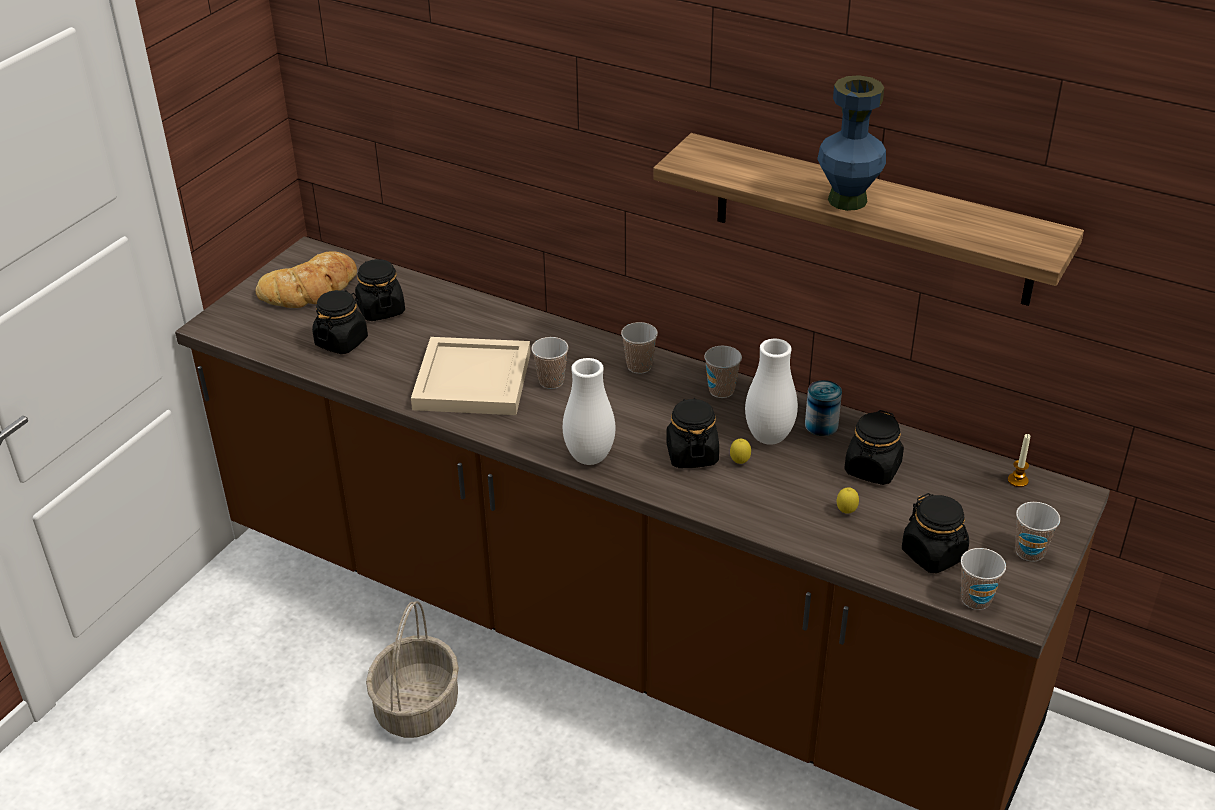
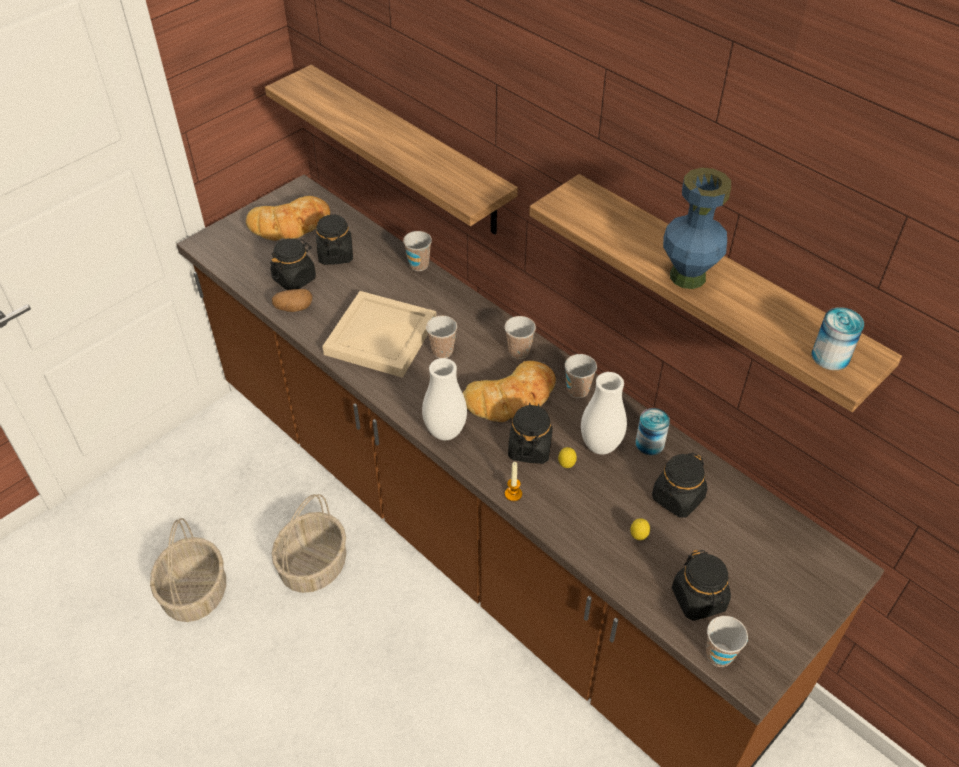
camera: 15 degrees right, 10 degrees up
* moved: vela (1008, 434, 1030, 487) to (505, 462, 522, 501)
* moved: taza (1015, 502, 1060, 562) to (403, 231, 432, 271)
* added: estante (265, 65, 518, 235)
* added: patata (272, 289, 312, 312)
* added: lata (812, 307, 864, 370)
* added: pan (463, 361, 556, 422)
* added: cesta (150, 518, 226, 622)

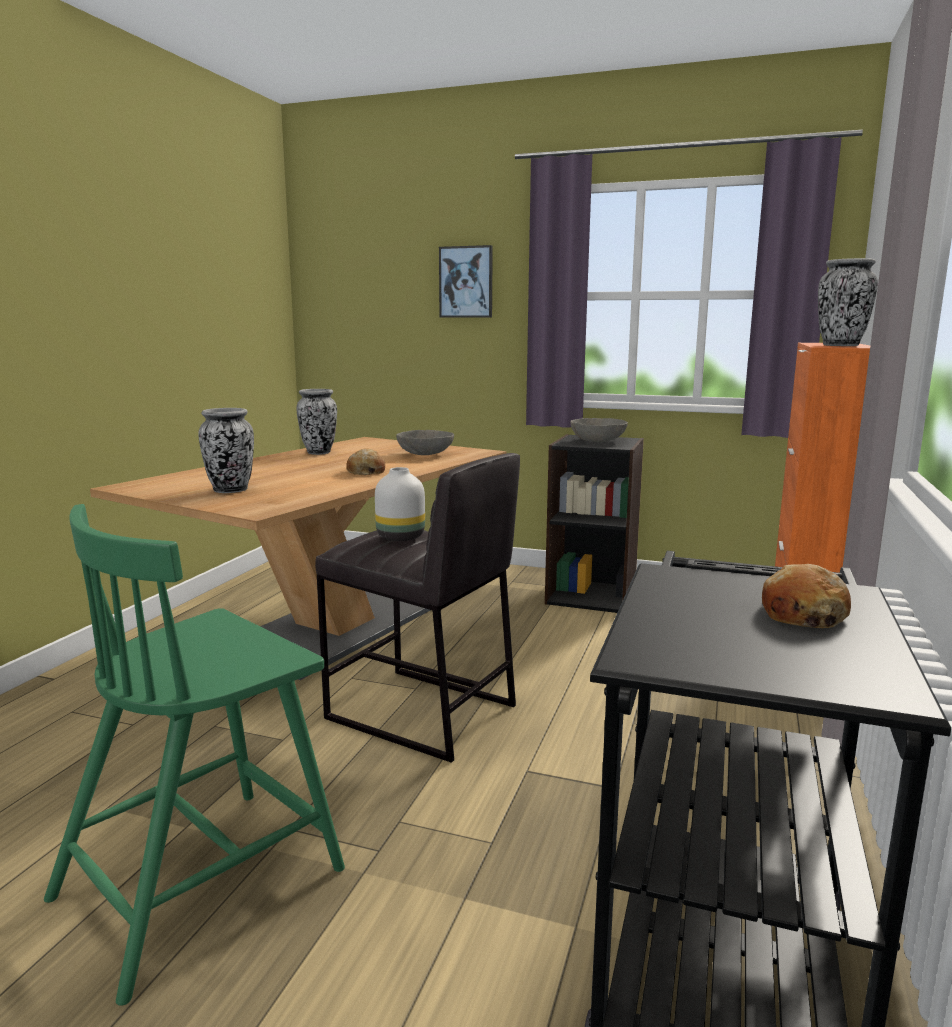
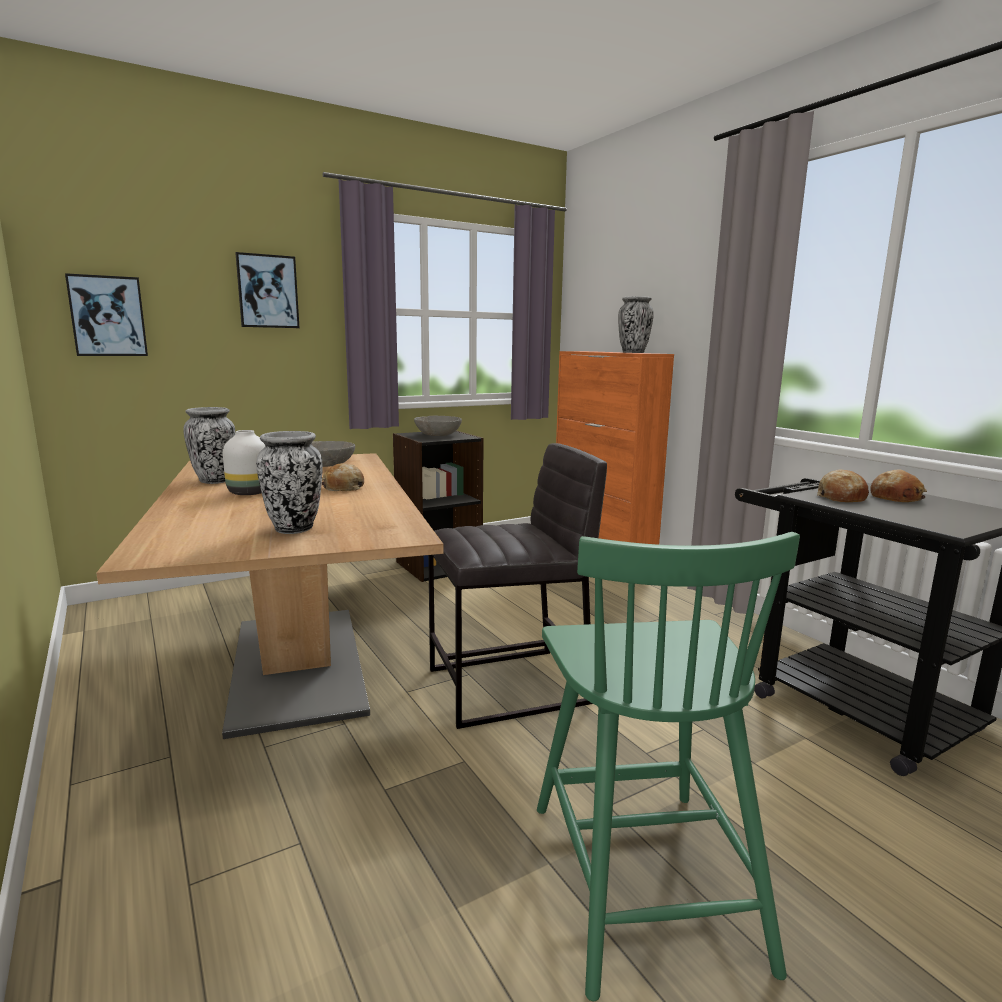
camera: 50 degrees left, 0 degrees up
* moved: florero (blanco) (375, 467, 425, 541) to (223, 430, 265, 495)
* added: cuadro (65, 273, 148, 356)
* added: pan (817, 470, 869, 502)

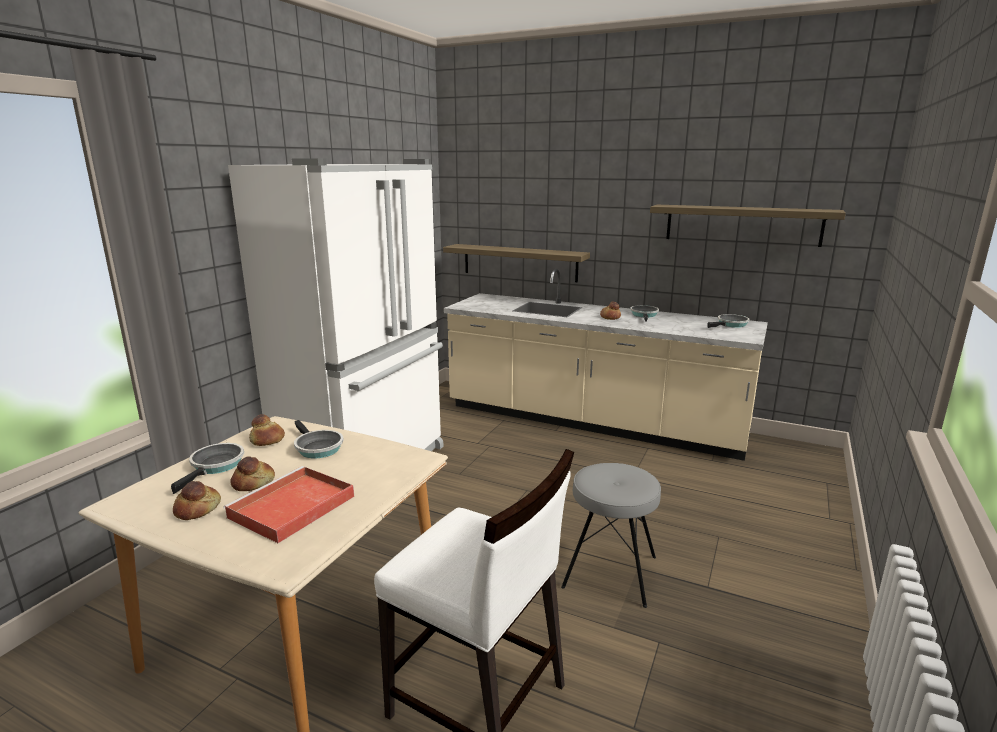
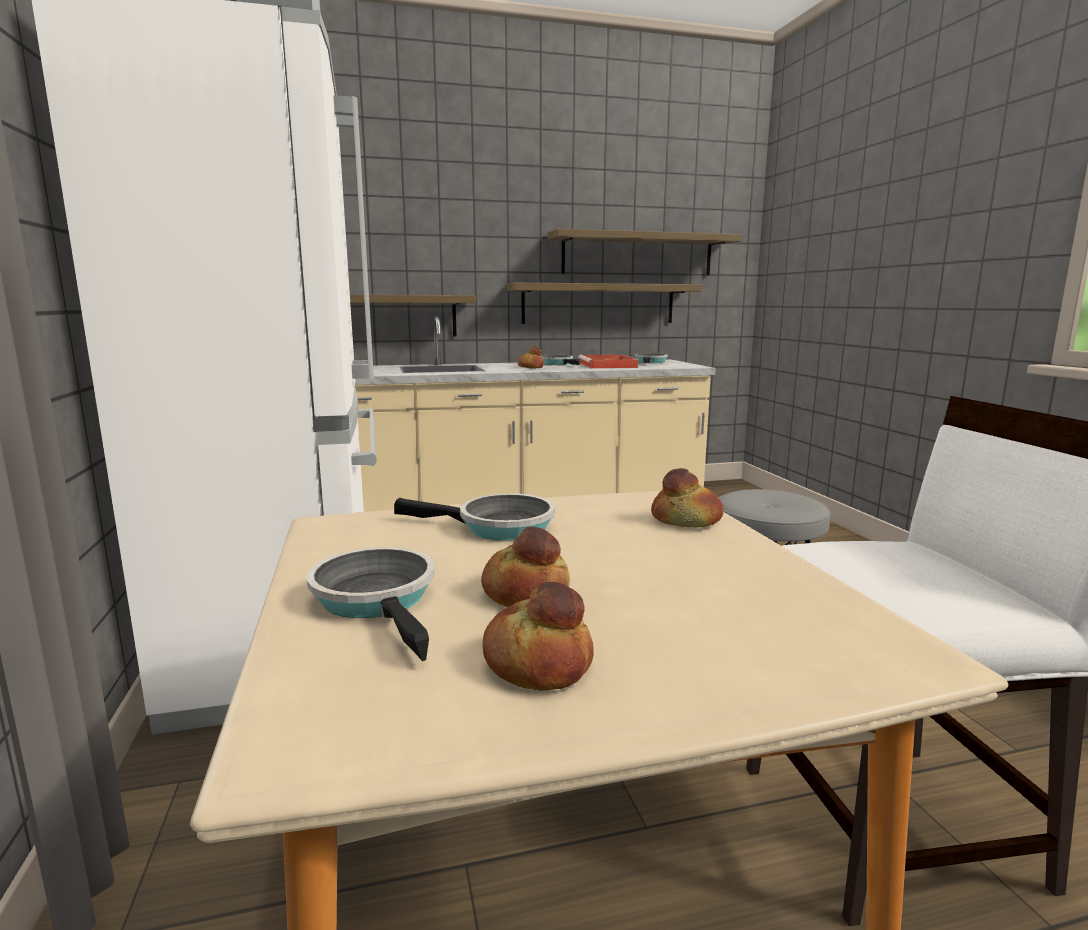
camera: 40 degrees left, 5 degrees down
* moved: pan (249, 414, 285, 446) to (651, 468, 724, 527)
* moved: bandeja (rojo) (223, 466, 354, 543) to (578, 355, 638, 368)
* added: estante (507, 283, 702, 324)

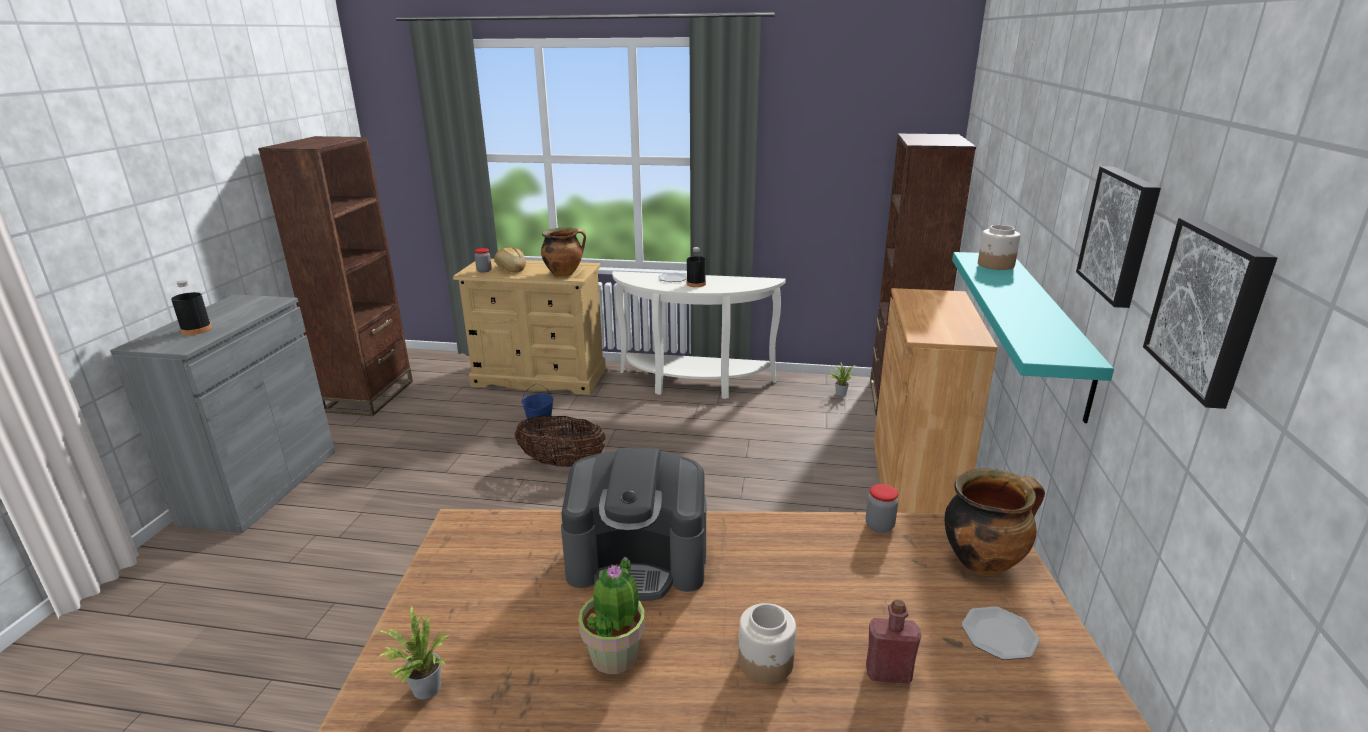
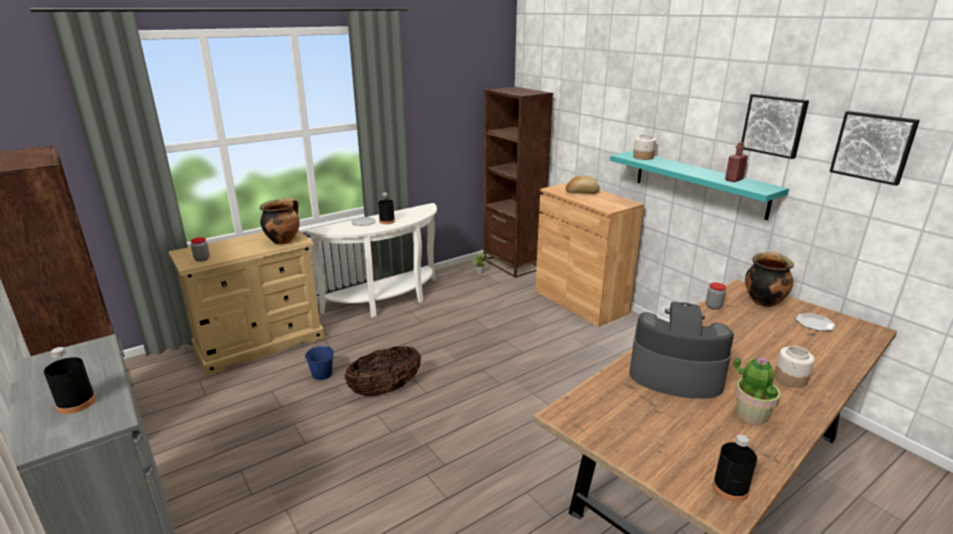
camera: 45 degrees left, 0 degrees up
* moved: pan (494, 248, 526, 273) to (566, 176, 600, 194)
* turned: cafetera (561, 448, 706, 601) = (629, 302, 734, 399) 120 degrees counterclockwise
* moved: botella (rojo) (866, 600, 922, 684) to (725, 142, 748, 182)
* replaced: planta en maceta (376, 605, 448, 699) to botella (negro) (713, 435, 757, 502)

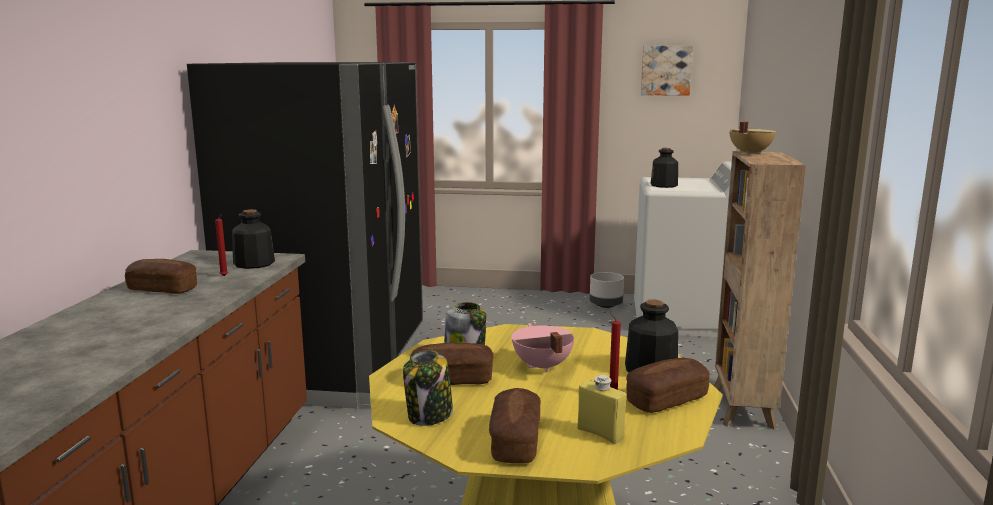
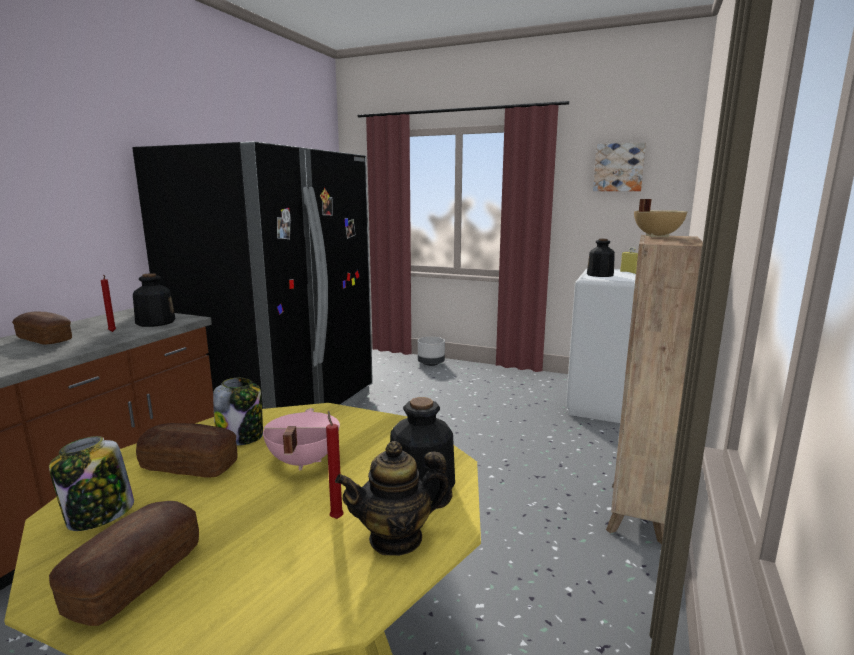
camera: 15 degrees right, 0 degrees up
* moved: maceta (gris) (590, 272, 624, 308) to (418, 337, 445, 366)
* replaced: pan (626, 358, 710, 413) to tetera (335, 441, 452, 556)
* moved: botella (amarillo) (578, 375, 626, 444) to (620, 247, 638, 274)

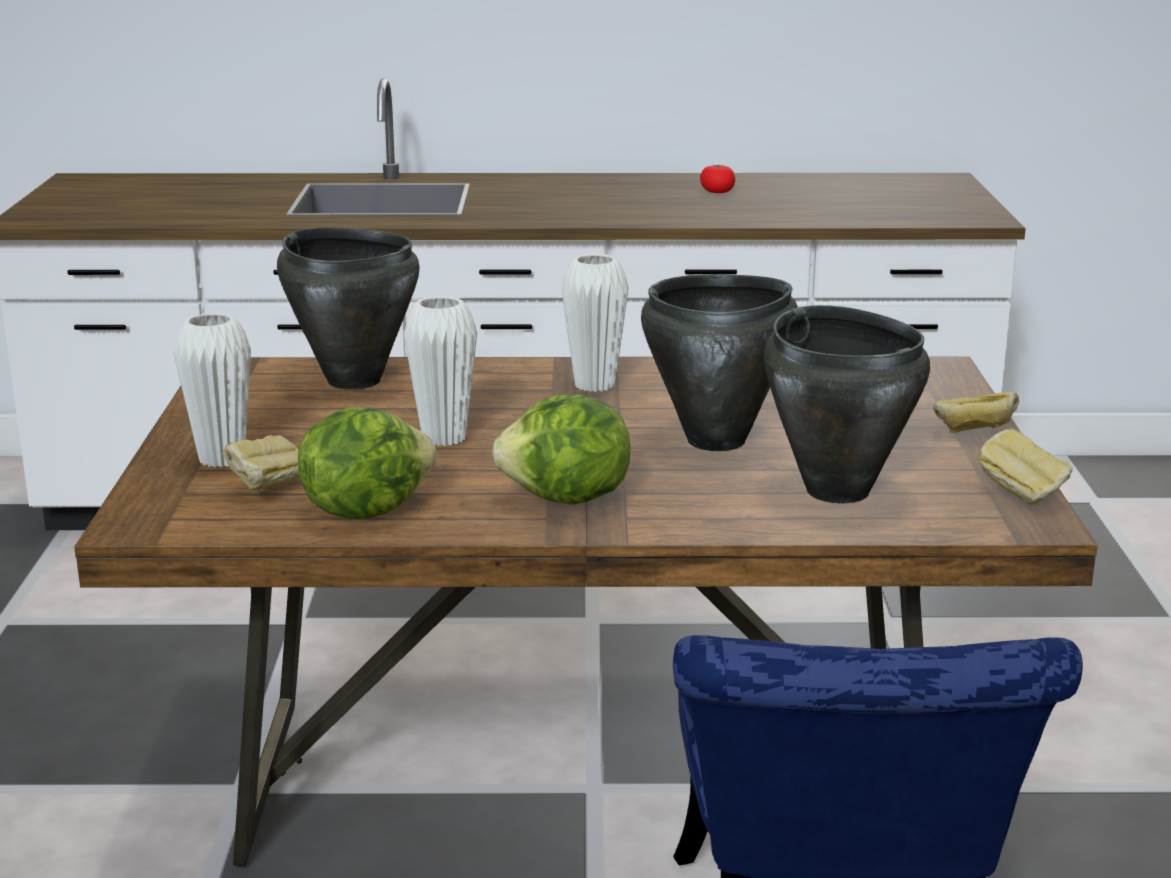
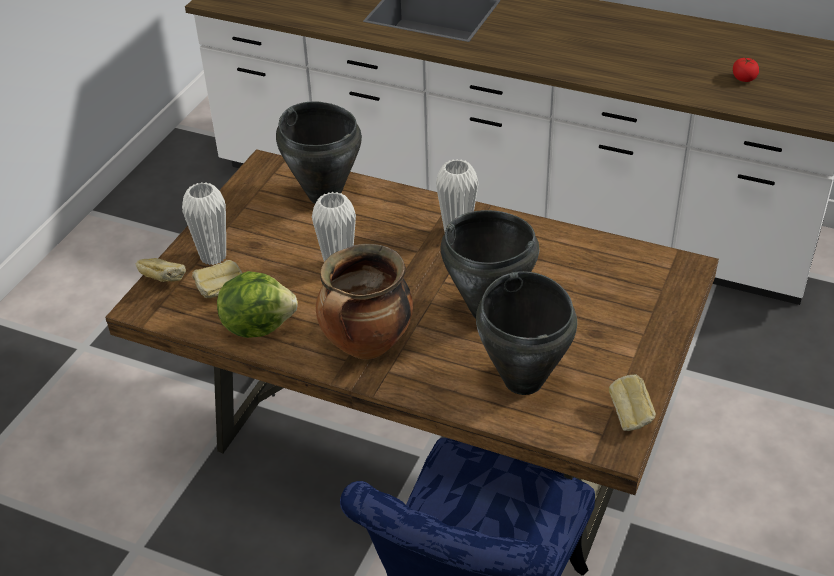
camera: 25 degrees right, 20 degrees up
* moved: tomate (700, 165, 735, 193) to (733, 58, 759, 82)
* moved: pan (933, 391, 1019, 433) to (136, 258, 186, 282)
* replaced: lechuga (492, 394, 631, 505) to olla (316, 244, 413, 360)

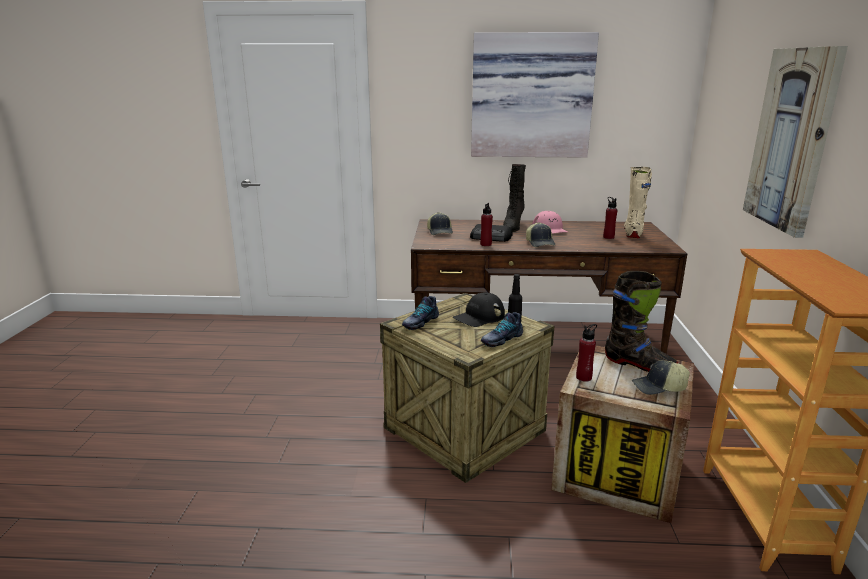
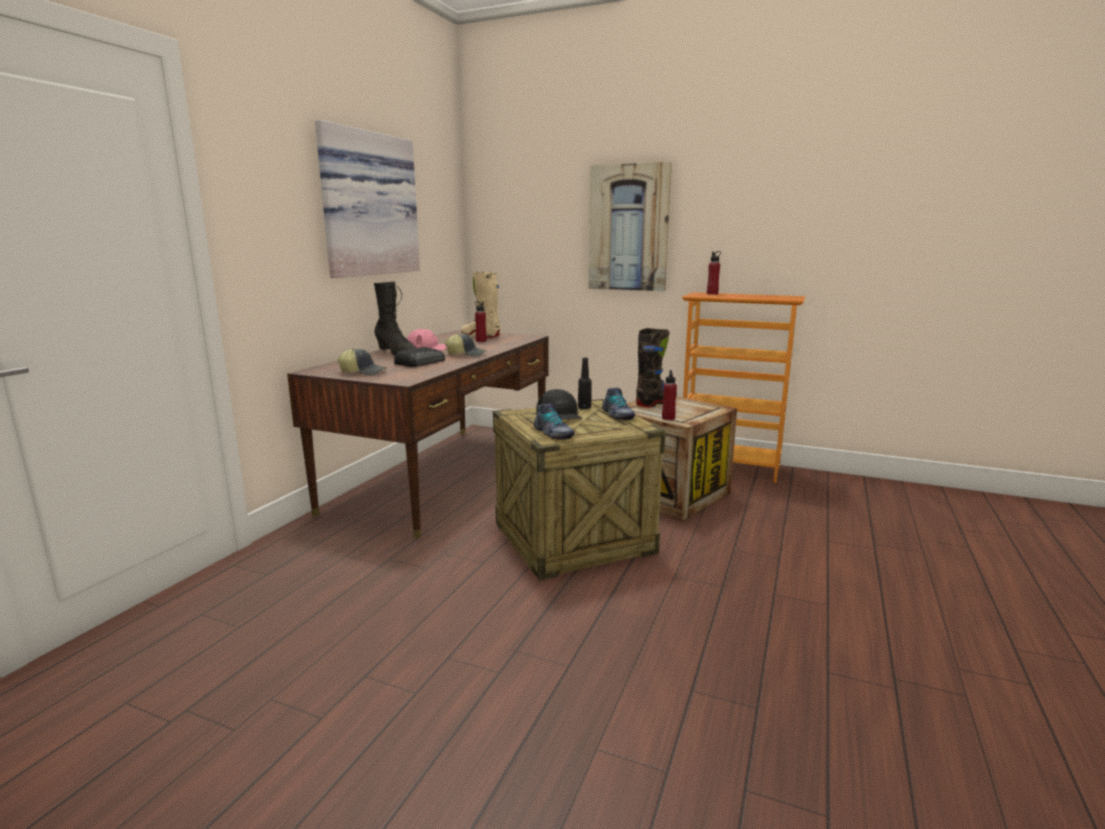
camera: 70 degrees left, 5 degrees down
* moved: botella (rojo) (480, 203, 493, 246) to (707, 251, 721, 295)
* removed: gorra (631, 360, 690, 395)

